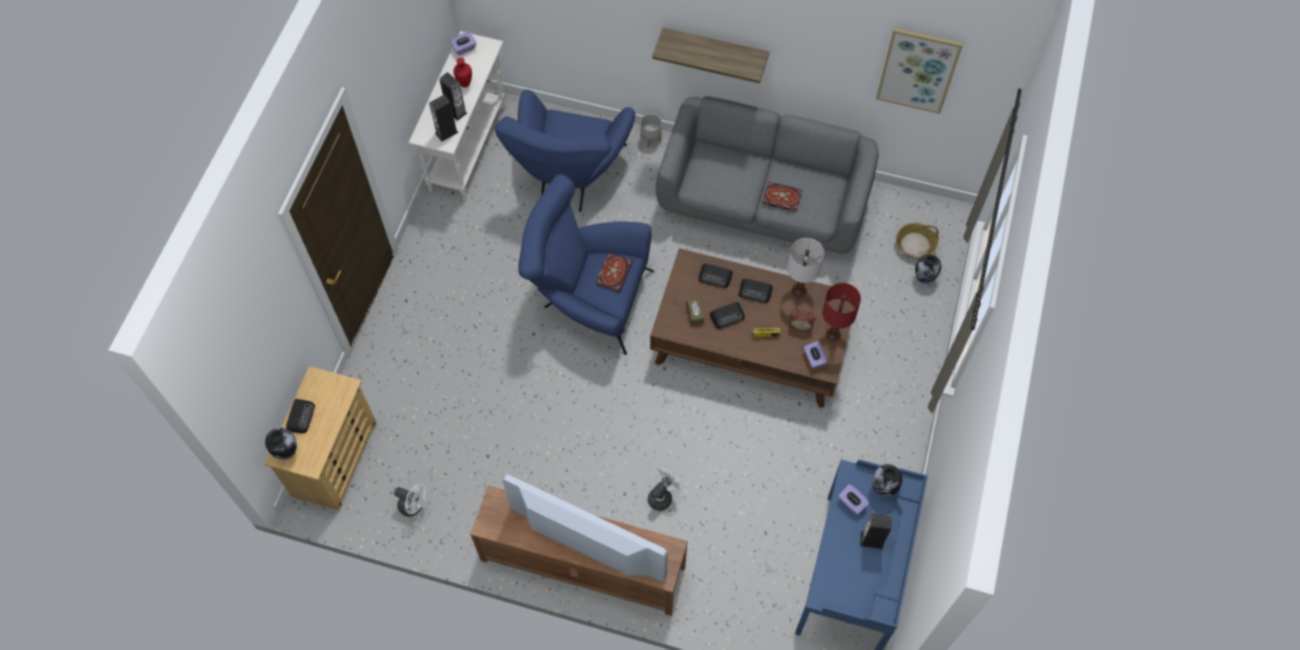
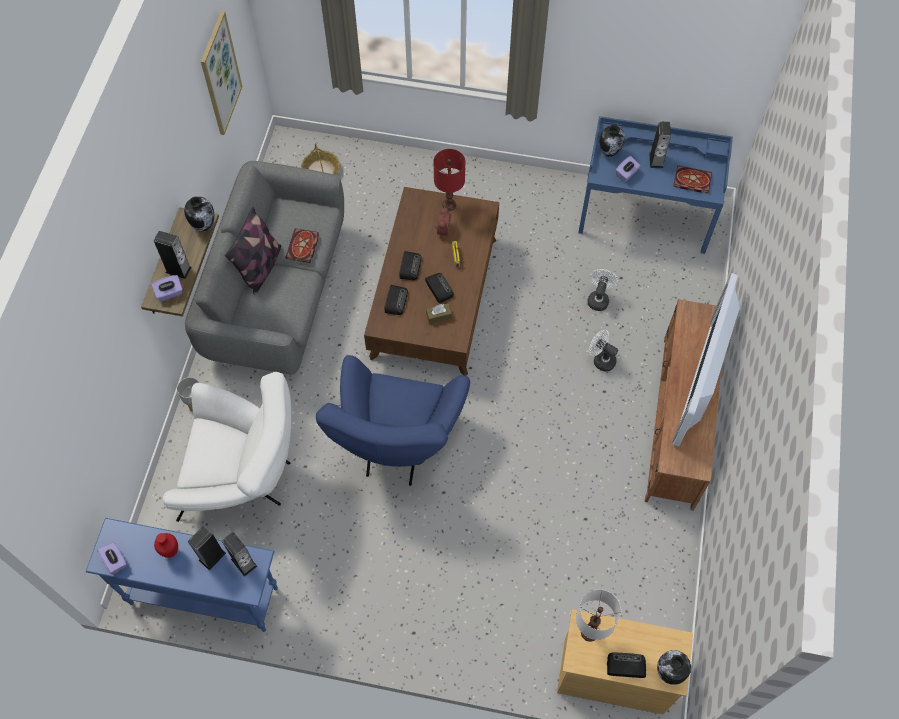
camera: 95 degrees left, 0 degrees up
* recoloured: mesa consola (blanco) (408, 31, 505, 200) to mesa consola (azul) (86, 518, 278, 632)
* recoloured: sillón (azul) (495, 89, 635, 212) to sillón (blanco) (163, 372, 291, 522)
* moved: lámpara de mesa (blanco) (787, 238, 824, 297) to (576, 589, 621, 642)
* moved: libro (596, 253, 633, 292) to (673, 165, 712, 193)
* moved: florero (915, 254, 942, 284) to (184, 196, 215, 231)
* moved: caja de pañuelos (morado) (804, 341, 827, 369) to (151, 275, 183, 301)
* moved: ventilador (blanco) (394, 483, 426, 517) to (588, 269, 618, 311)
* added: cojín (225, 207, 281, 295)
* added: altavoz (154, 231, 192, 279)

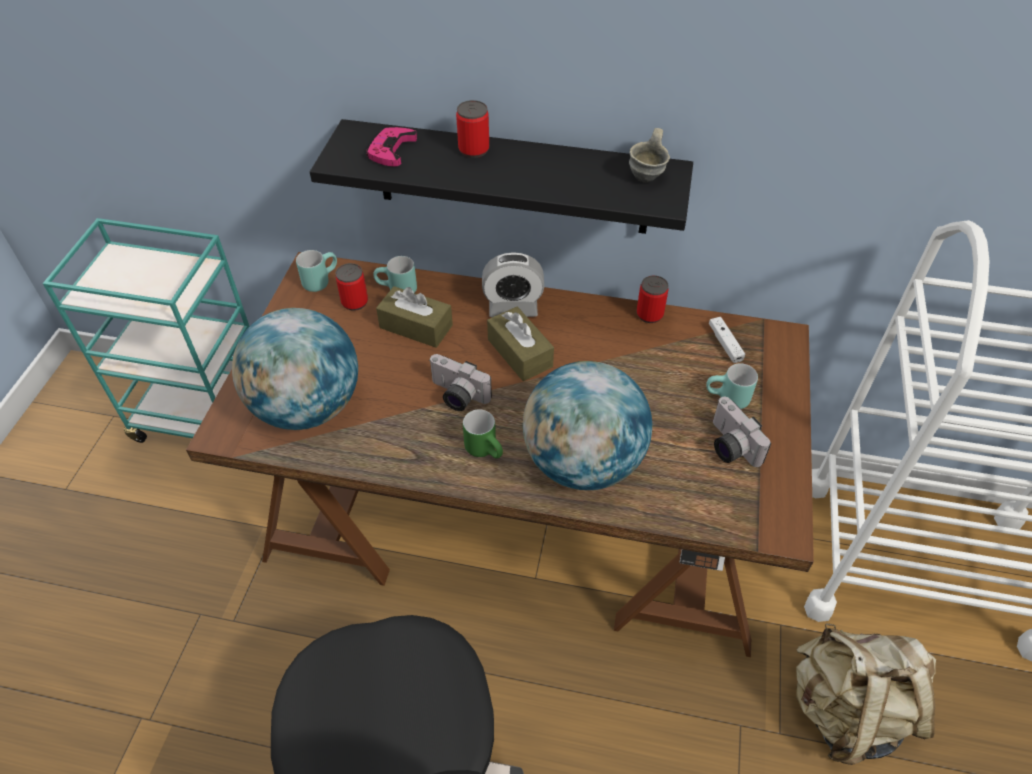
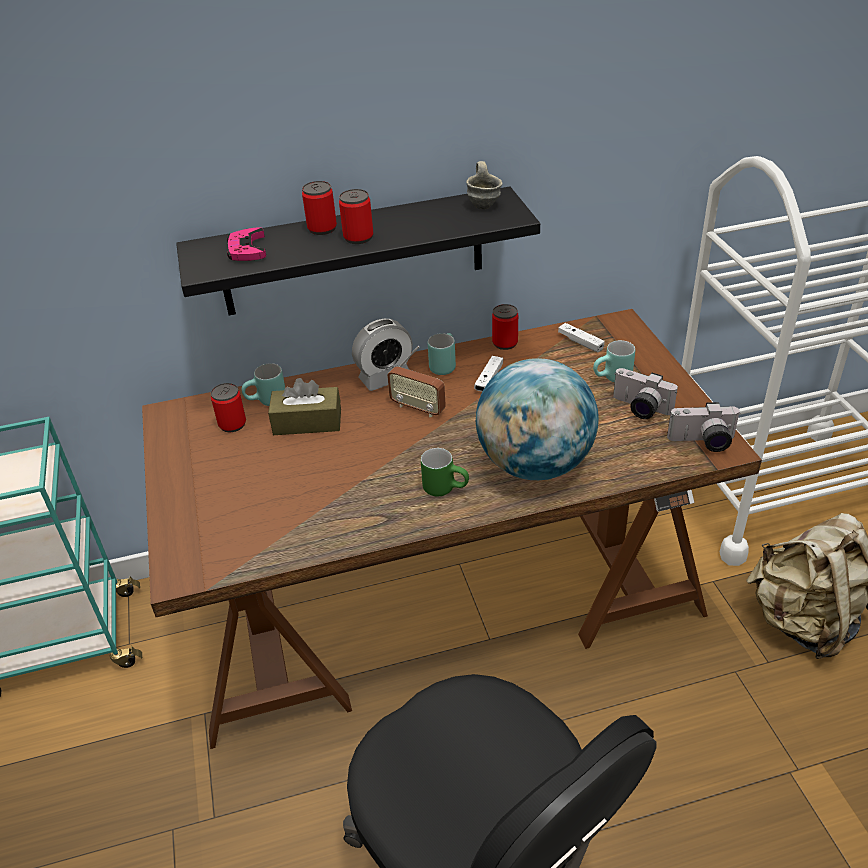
camera: 25 degrees left, 10 degrees down
* moved: taza grande (turquesa) (296, 250, 337, 292) to (428, 333, 456, 375)
* replaced: caja de pañuelos (marrón) (487, 307, 554, 381) to radio (387, 346, 446, 417)
* removed: globo terráqueo (232, 308, 358, 430)
* moved: cámara (430, 354, 492, 411) to (667, 402, 741, 452)
* added: lata (339, 189, 373, 244)
* added: mando de consola (blanco) (474, 356, 503, 392)

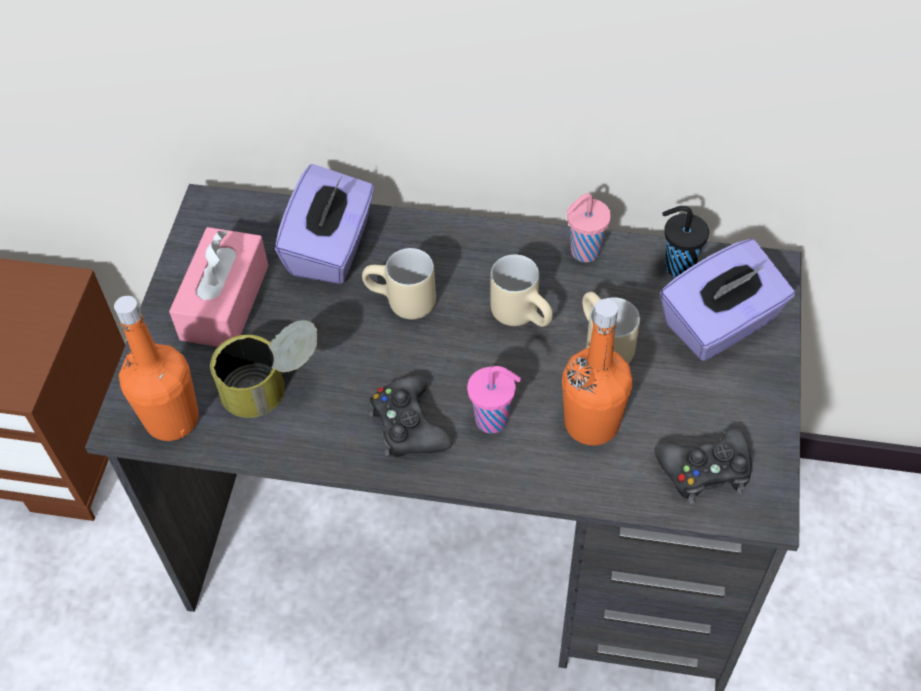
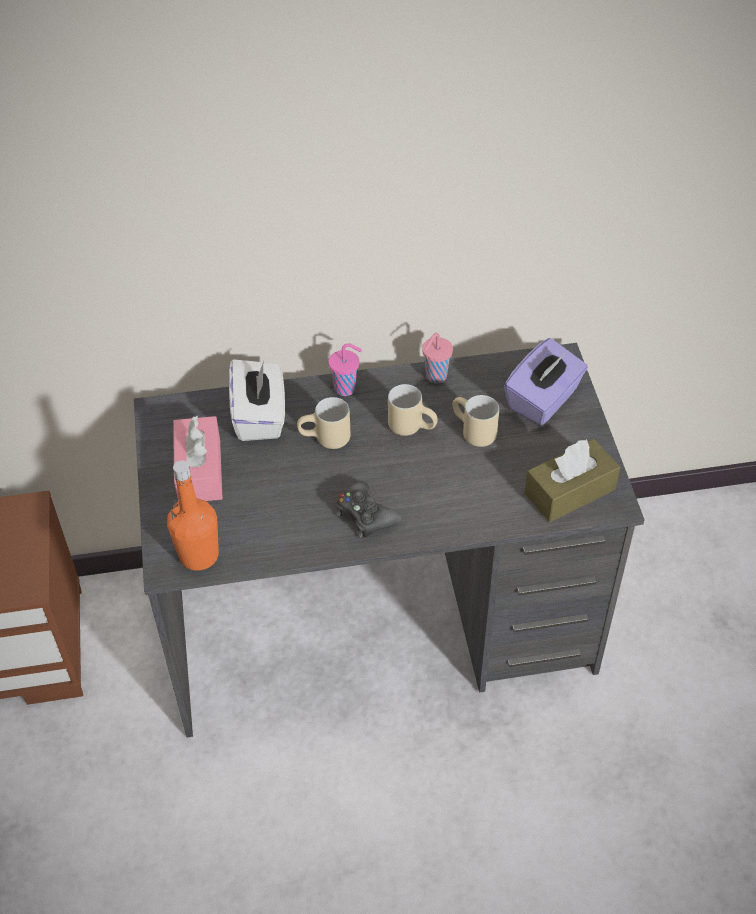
camera: 20 degrees left, 5 degrees down
* recoloured: caja de pañuelos (morado) (275, 164, 374, 284) to caja de pañuelos (blanco) (229, 359, 285, 441)
* removed: taza (negro) (662, 206, 709, 277)
* removed: botella (naranja) (562, 299, 633, 445)
* removed: lata (210, 320, 317, 418)
* moved: taza (rosa) (467, 366, 521, 434) to (328, 343, 362, 396)
* replaced: mando de consola (negro) (655, 429, 752, 504) to caja de pañuelos (marrón) (525, 438, 620, 522)

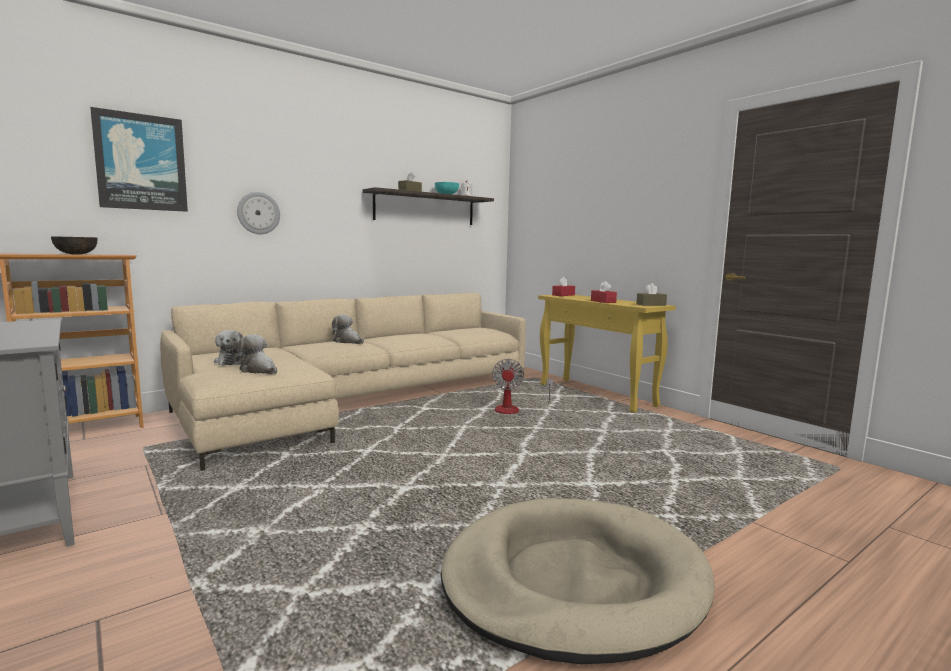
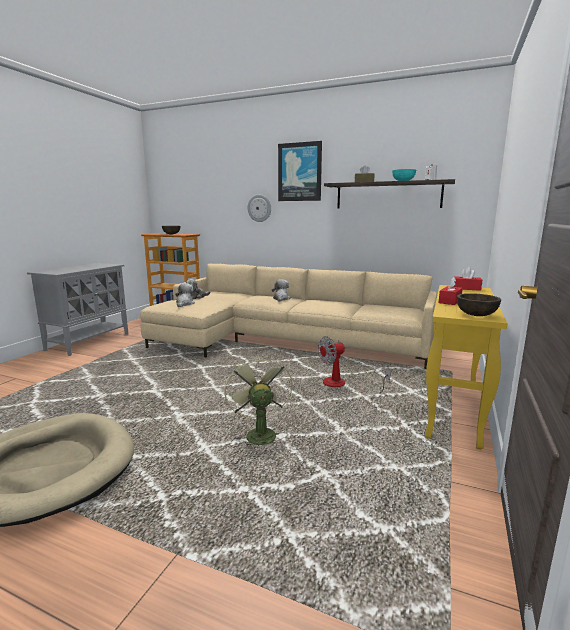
camera: 60 degrees right, 5 degrees up
* moved: cuadro (90, 107, 188, 212) to (278, 141, 322, 201)
* replaced: caja de pañuelos (marrón) (636, 283, 667, 306) to cuenco (marrón) (457, 293, 502, 316)
* added: ventilador (verde) (225, 355, 293, 449)

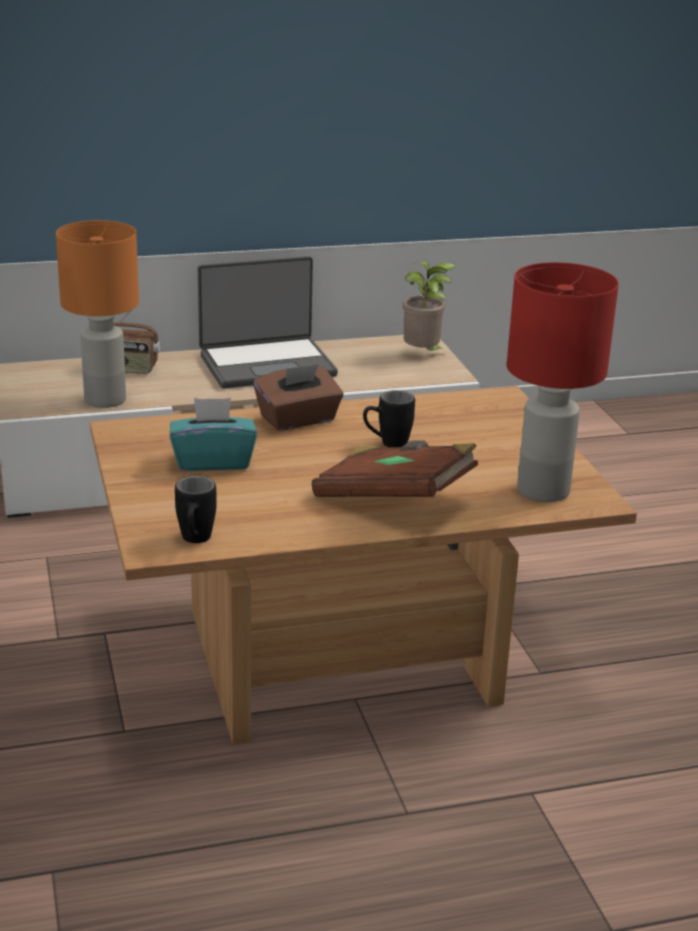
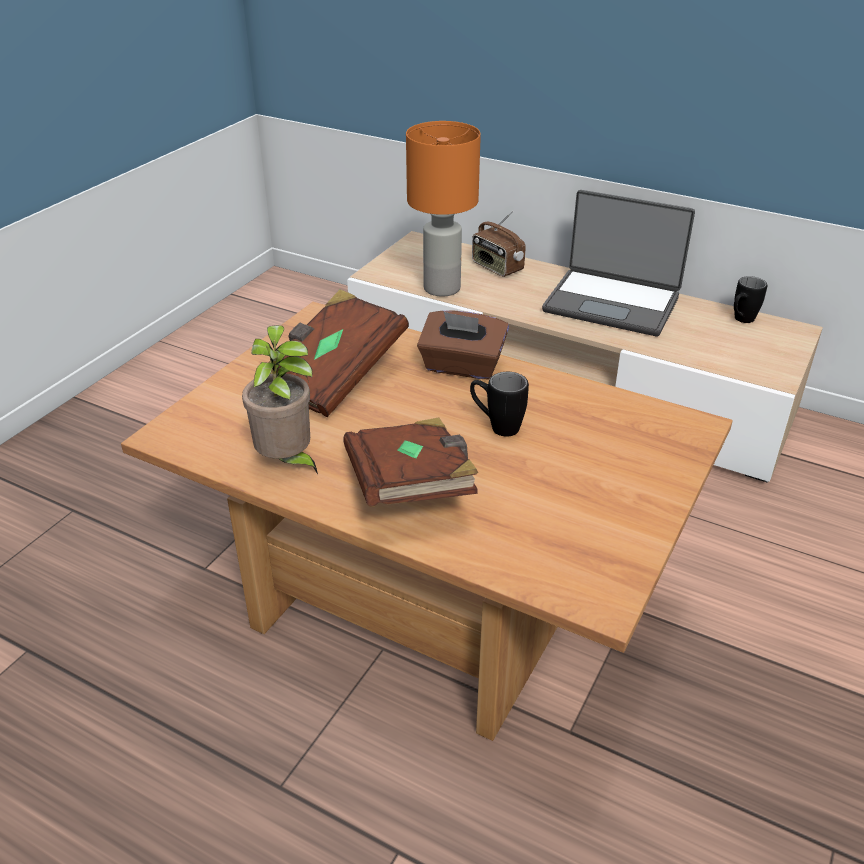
camera: 45 degrees right, 10 degrees up
* moved: planta en maceta (403, 262, 457, 351) to (242, 325, 318, 474)
* removed: lámpara de mesa (rojo) (507, 262, 619, 502)
* replaced: caja de pañuelos (turquesa) (170, 398, 257, 471) to libro (marrón) (268, 289, 409, 417)
* moved: taza grande (negro) (175, 476, 217, 543) to (734, 276, 767, 323)

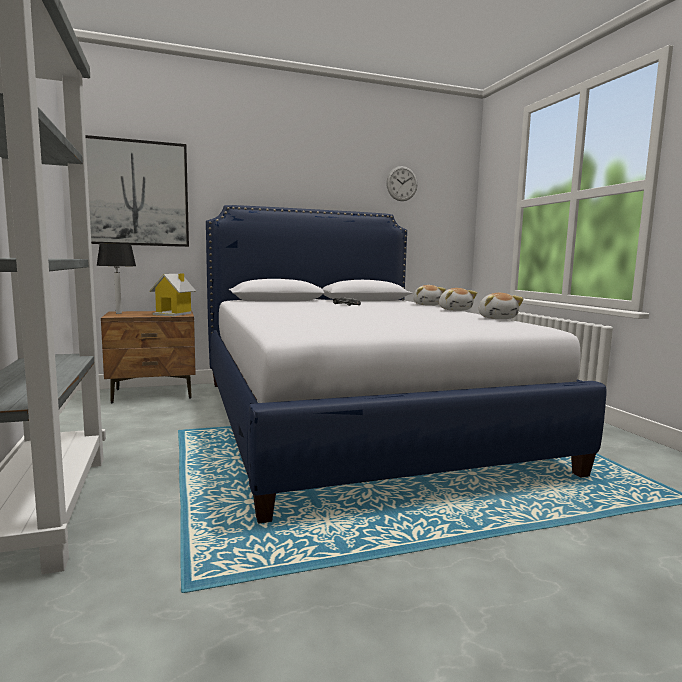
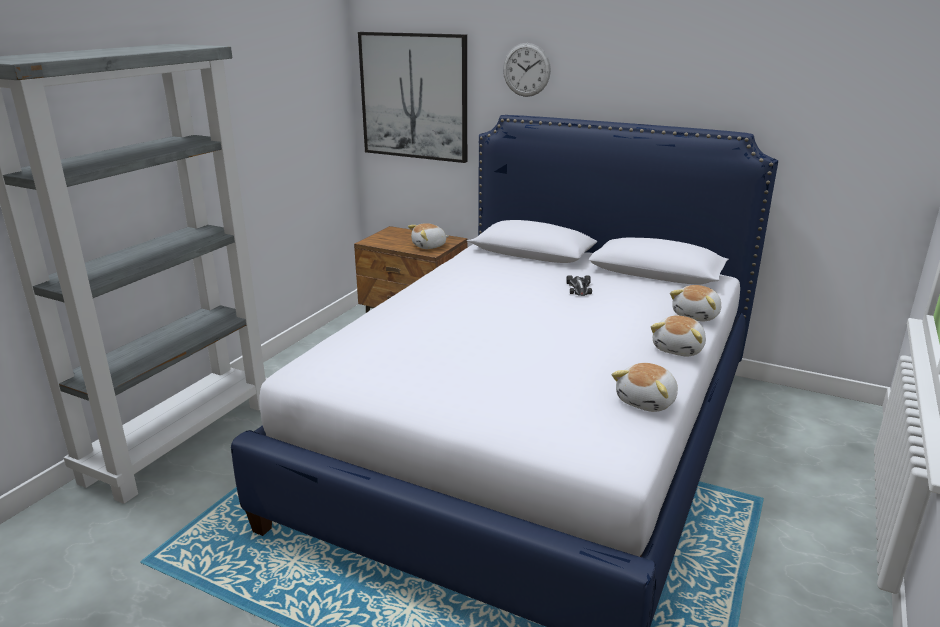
camera: 45 degrees right, 15 degrees up
* moved: reloj de pared (386, 166, 418, 201) to (503, 43, 551, 97)
* removed: lámpara de mesa (96, 244, 136, 314)
* replaced: casita (150, 273, 196, 316) to peluche (408, 223, 448, 249)

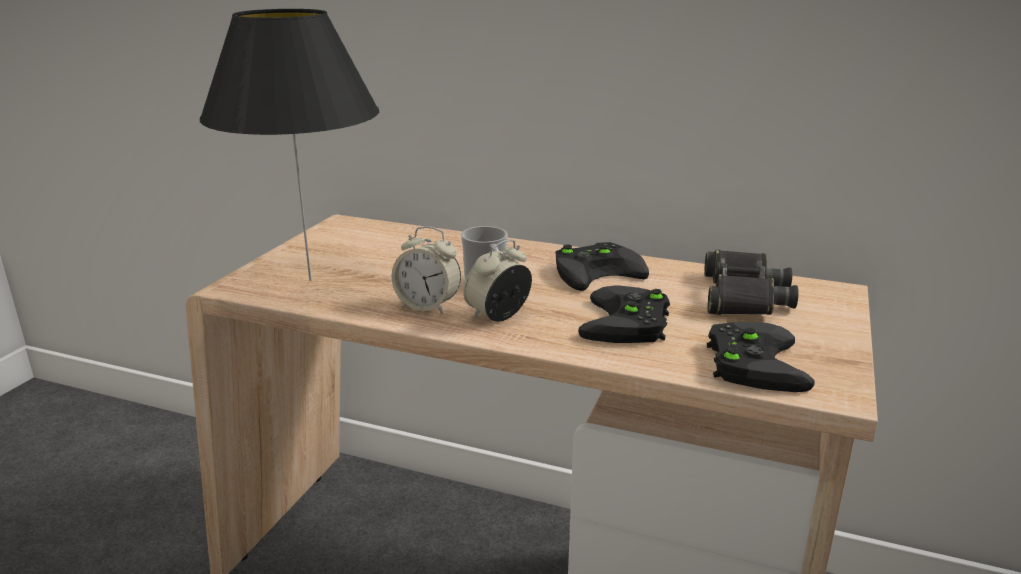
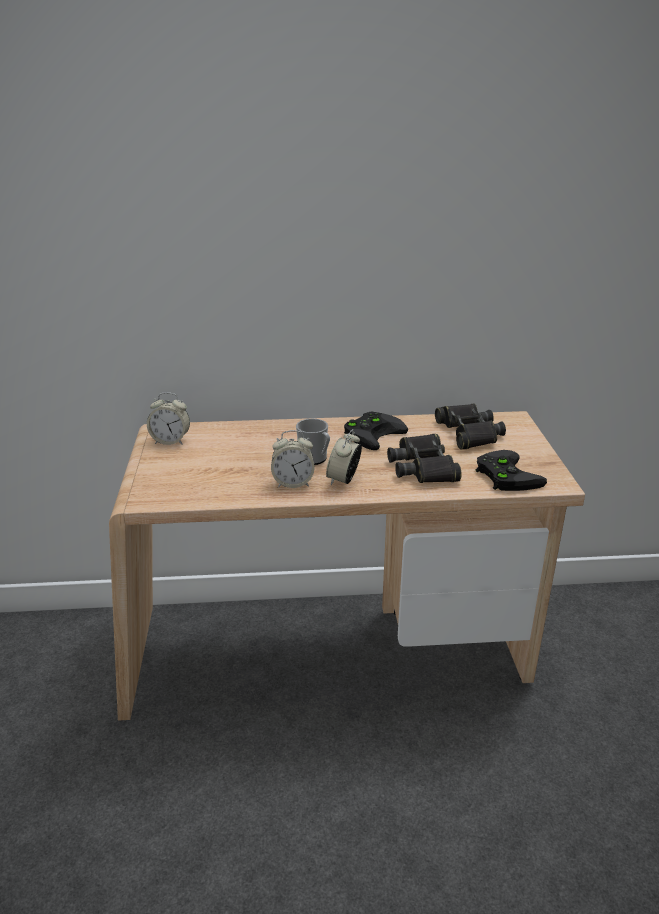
camera: 25 degrees left, 5 degrees up
* removed: lámpara de mesa (negro) (200, 9, 379, 281)
* replaced: mando de consola (negro) (578, 285, 670, 343) to prismáticos (negro) (387, 434, 462, 483)
* added: despertador (147, 392, 190, 445)

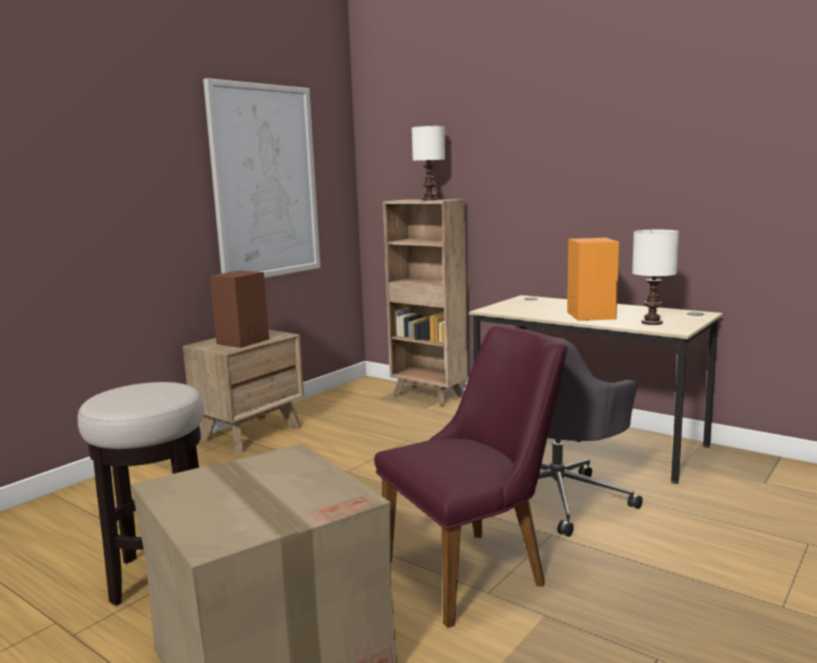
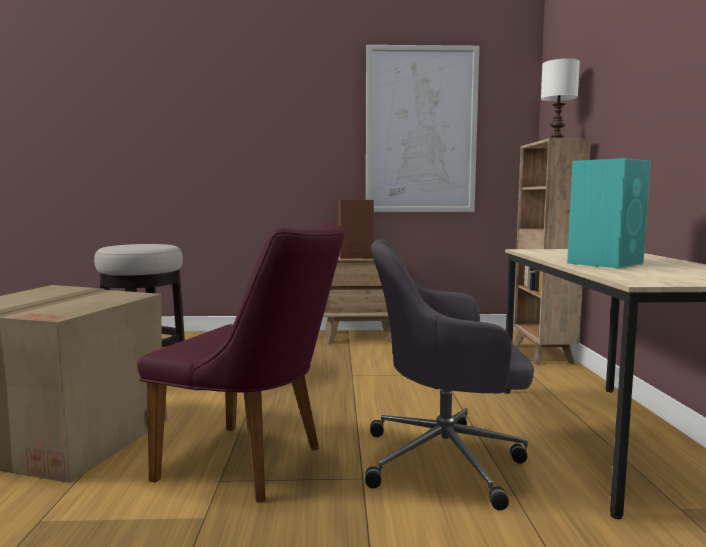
camera: 50 degrees right, 5 degrees down
* removed: lámpara de mesa (blanco) (632, 230, 679, 325)
* recoloured: altavoz (naranja) (567, 238, 619, 321) to altavoz (turquesa) (567, 158, 651, 268)

